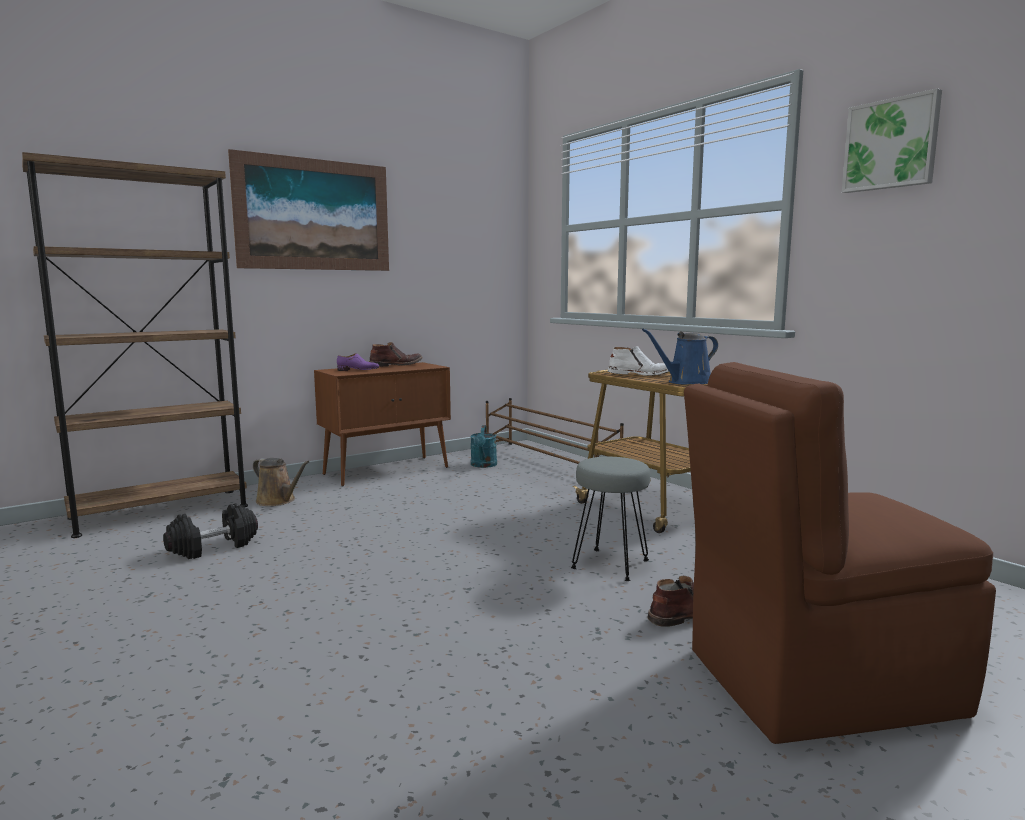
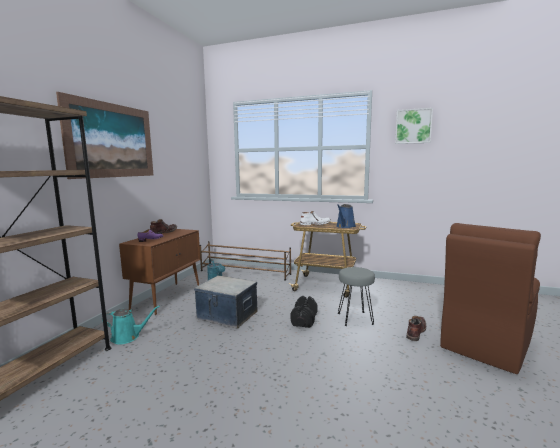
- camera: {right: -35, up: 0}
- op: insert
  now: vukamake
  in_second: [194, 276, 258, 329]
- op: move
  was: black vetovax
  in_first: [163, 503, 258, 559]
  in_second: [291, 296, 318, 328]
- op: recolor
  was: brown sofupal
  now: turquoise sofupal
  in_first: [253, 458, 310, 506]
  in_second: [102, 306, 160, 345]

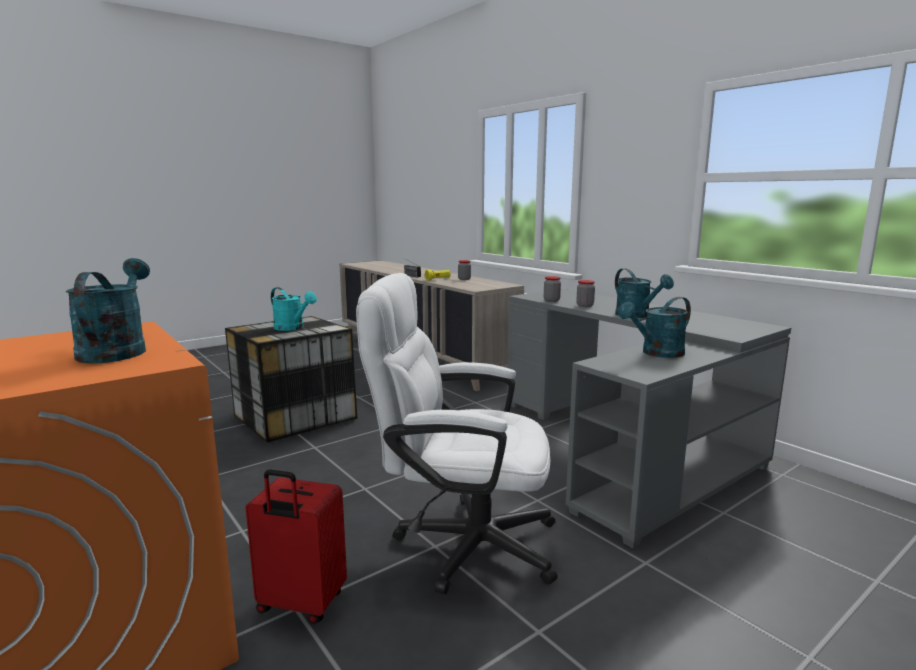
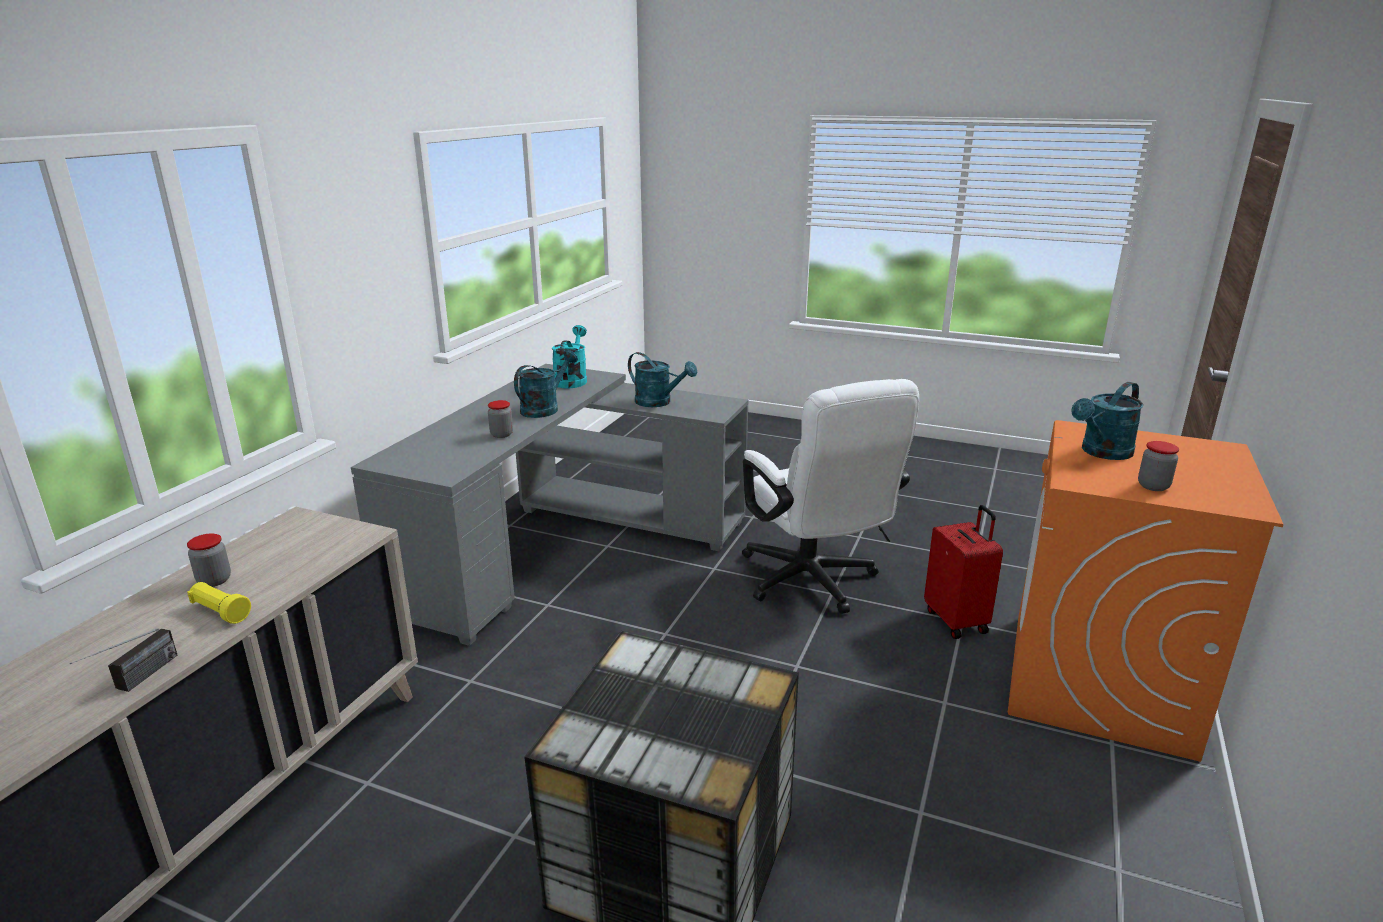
- camera: {right: -120, up: 10}
- op: move
  was: turquoise sofupal
  in_first: [271, 287, 317, 331]
  in_second: [552, 325, 587, 389]
- op: move
  was: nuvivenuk
  in_first: [544, 276, 561, 302]
  in_second: [1138, 441, 1179, 491]

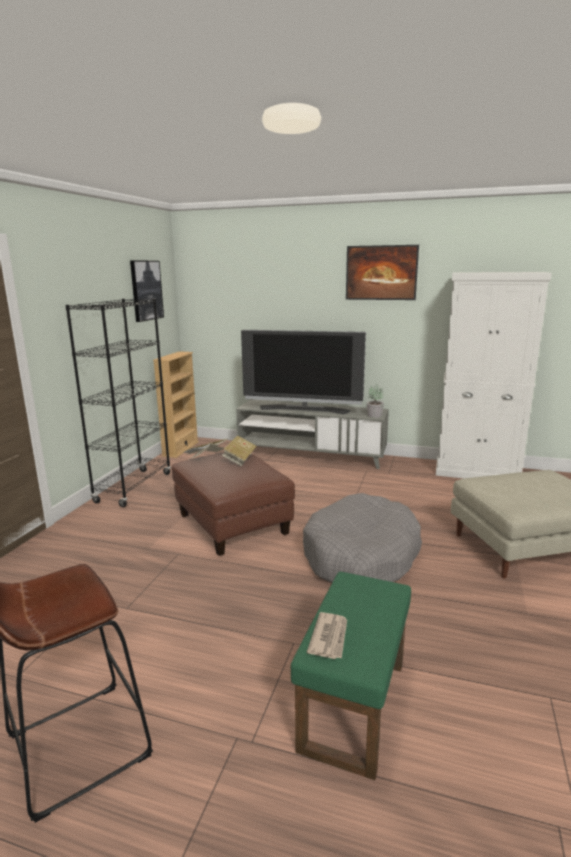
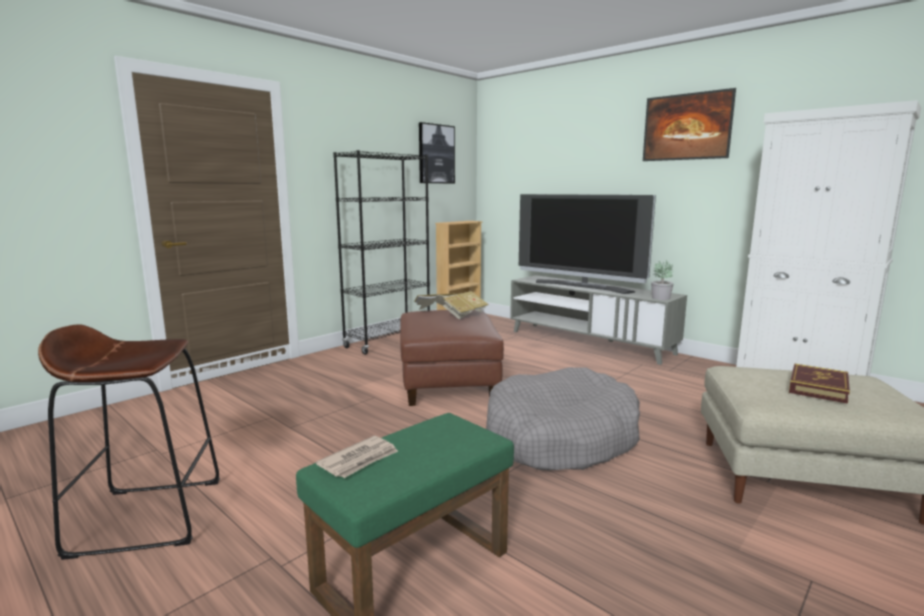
- camera: {right: 25, up: -5}
- op: insert
  now: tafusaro
  in_second: [789, 364, 850, 404]

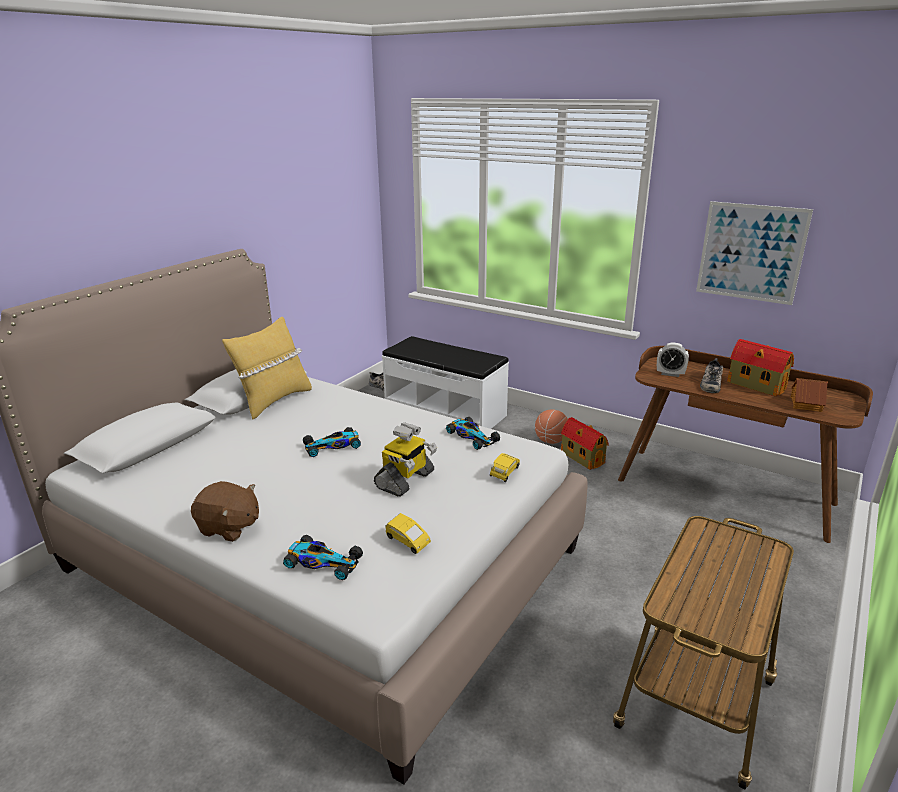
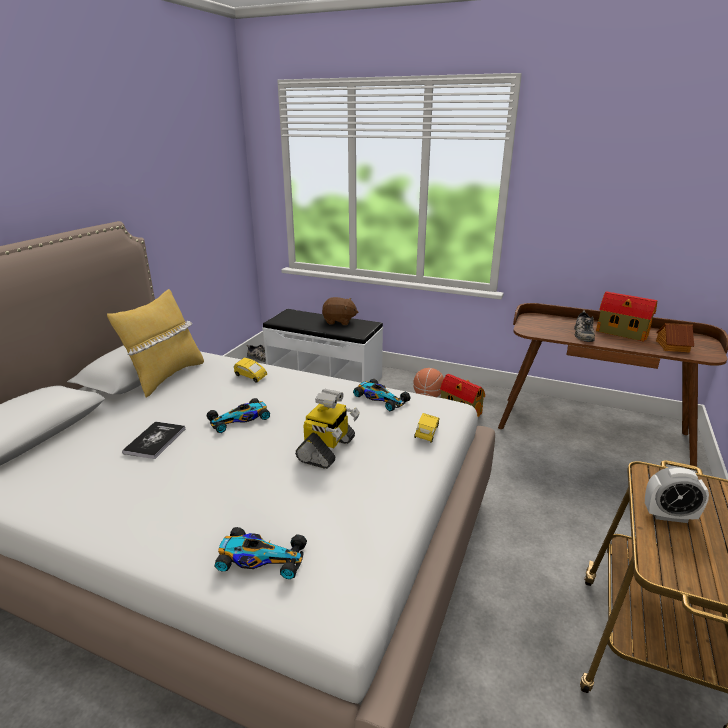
- camera: {right: -10, up: 0}
- op: delete
  was: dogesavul
  in_first: [696, 201, 813, 305]
- op: insert
  now: tafusaro
  in_second: [122, 421, 185, 459]
- op: move
  was: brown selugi
  in_first: [191, 481, 259, 542]
  in_second: [322, 297, 358, 325]
- op: move
  was: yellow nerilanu
  in_first: [385, 513, 431, 554]
  in_second: [234, 358, 267, 383]
- op: move
  was: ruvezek
  in_first: [657, 342, 689, 377]
  in_second: [645, 467, 709, 523]

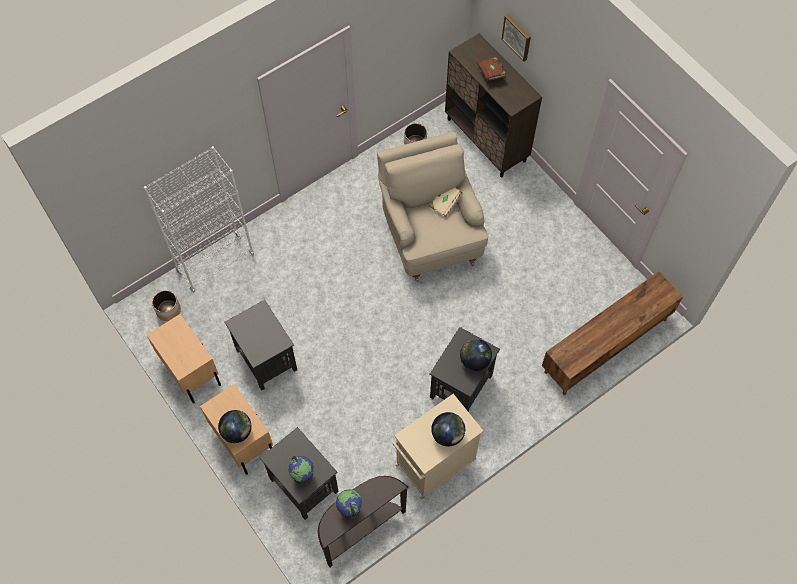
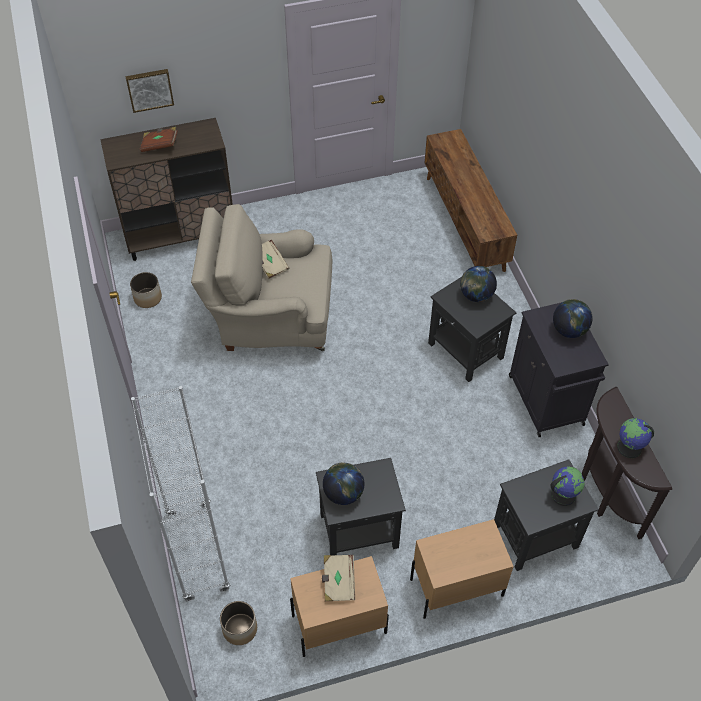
- camera: {right: -70, up: -10}
- op: insert
  now: beige tafusaro
  in_second: [322, 555, 355, 601]
- op: move
  was: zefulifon
  in_first: [218, 410, 252, 443]
  in_second: [323, 463, 365, 505]
- op: recolor
  was: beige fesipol
  now: black fesipol
  in_first: [393, 394, 484, 499]
  in_second: [509, 302, 609, 437]

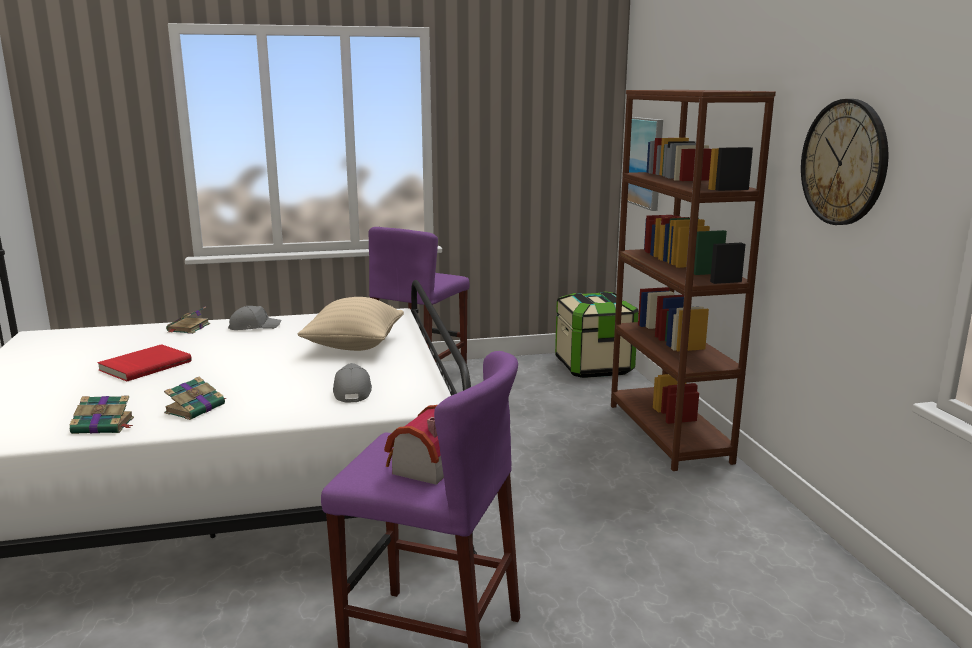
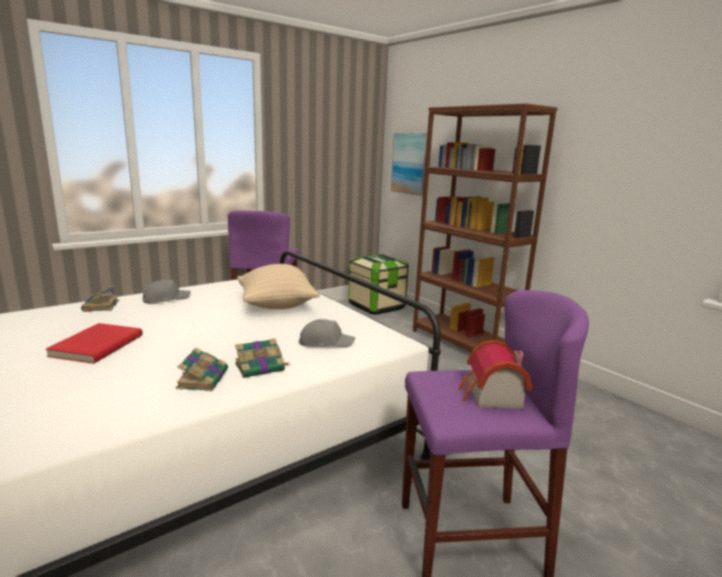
- camera: {right: -25, up: 0}
- op: delete
  was: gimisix
  in_first: [801, 99, 888, 225]
- op: move
  was: tafusaro
  in_first: [69, 396, 134, 434]
  in_second: [235, 338, 290, 378]
- op: rotate
  was: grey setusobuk
  in_first: [333, 363, 372, 402]
  in_second: [299, 319, 356, 347]
  clockwise: 120

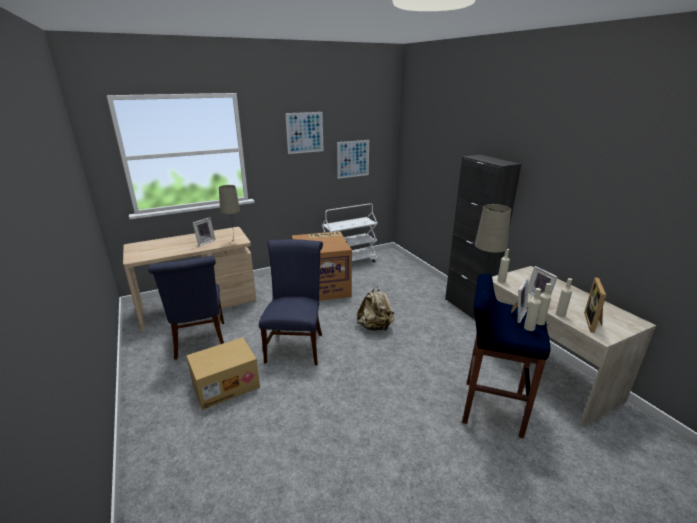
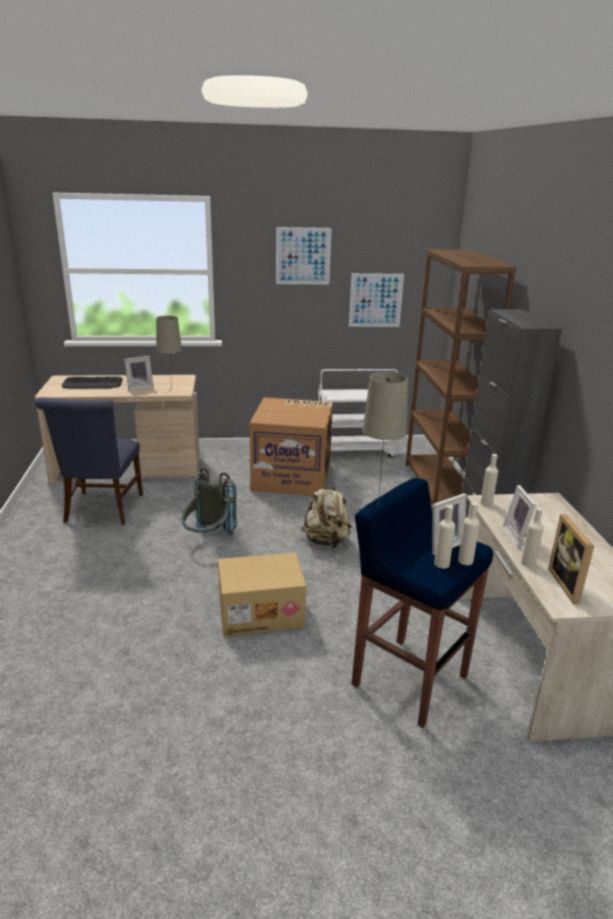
- camera: {right: 20, up: 0}
- op: insert
  now: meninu
  in_second: [62, 376, 123, 389]
- op: insert
  now: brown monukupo
  in_second: [406, 249, 516, 504]
- op: move
  was: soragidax
  in_first: [186, 337, 260, 410]
  in_second: [218, 552, 306, 637]
- op: replace
  was: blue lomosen
  now: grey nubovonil
  in_first: [259, 239, 323, 365]
  in_second: [182, 468, 237, 537]
- op: rotate
  was: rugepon
  in_first: [584, 277, 606, 333]
  in_second: [548, 514, 594, 604]
  clockwise: -45

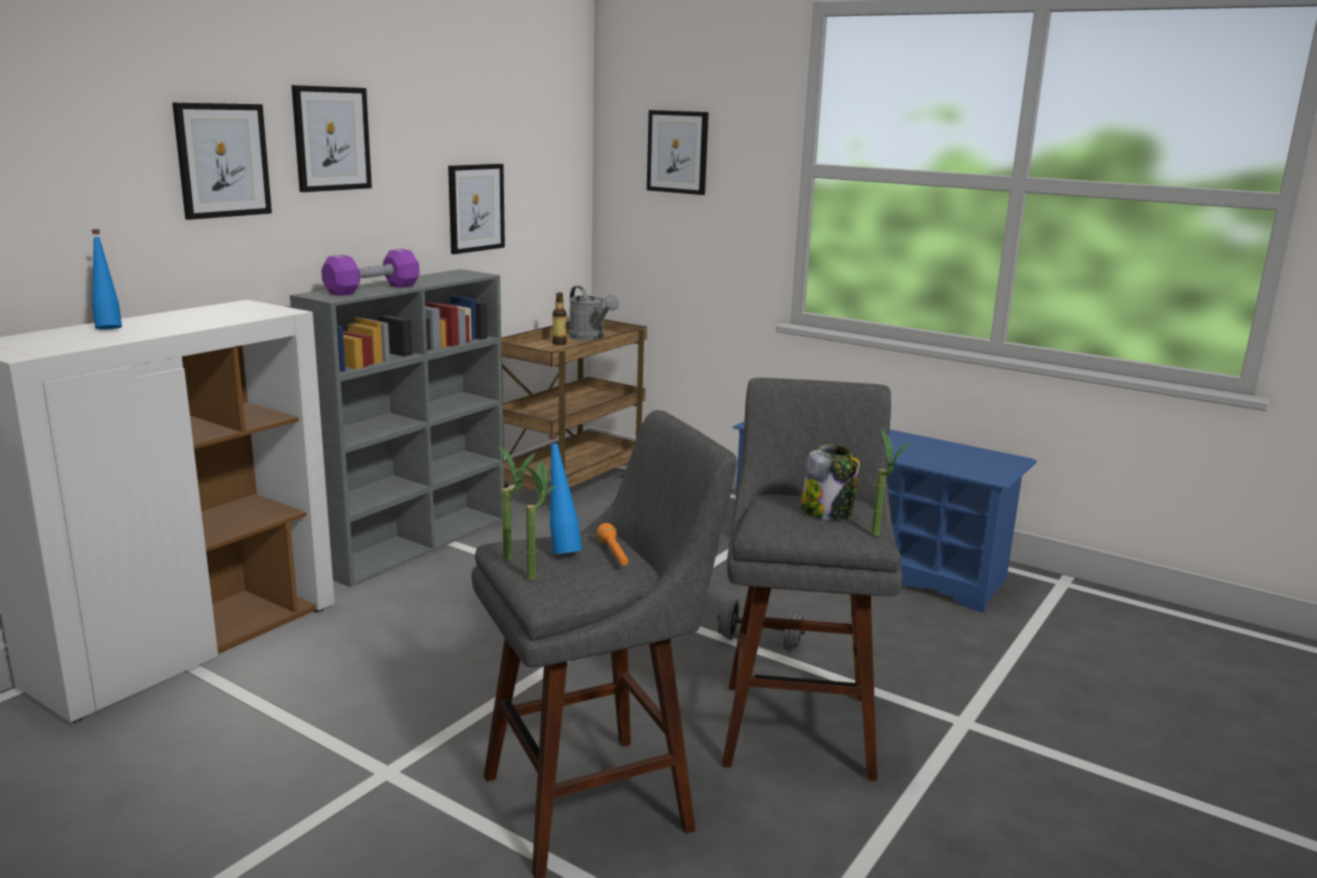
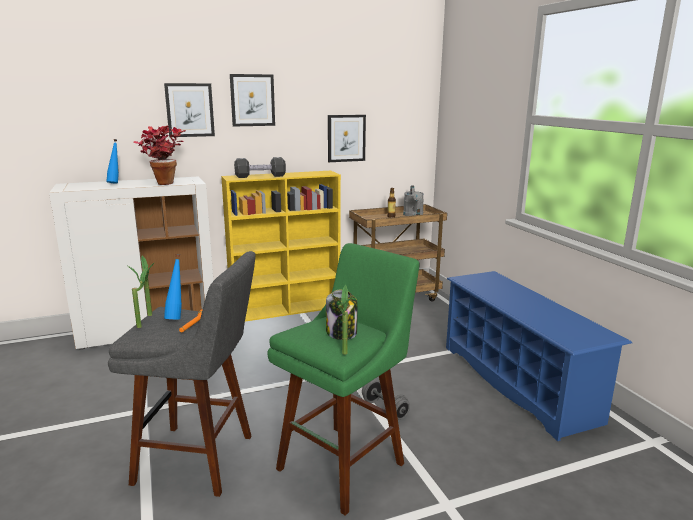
- camera: {right: 35, up: 0}
- op: delete
  was: dogesavul
  in_first: [647, 110, 709, 195]
- op: insert
  now: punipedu
  in_second: [134, 126, 186, 185]
- op: recolor
  was: grey monukupo
  now: yellow monukupo
  in_first: [290, 269, 504, 588]
  in_second: [221, 171, 341, 322]
- op: recolor
  was: purple vetovax
  now: black vetovax
  in_first: [321, 249, 419, 296]
  in_second: [234, 157, 286, 178]
- op: recolor
  was: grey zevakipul
  now: green zevakipul
  in_first: [722, 378, 903, 781]
  in_second: [267, 243, 420, 516]

